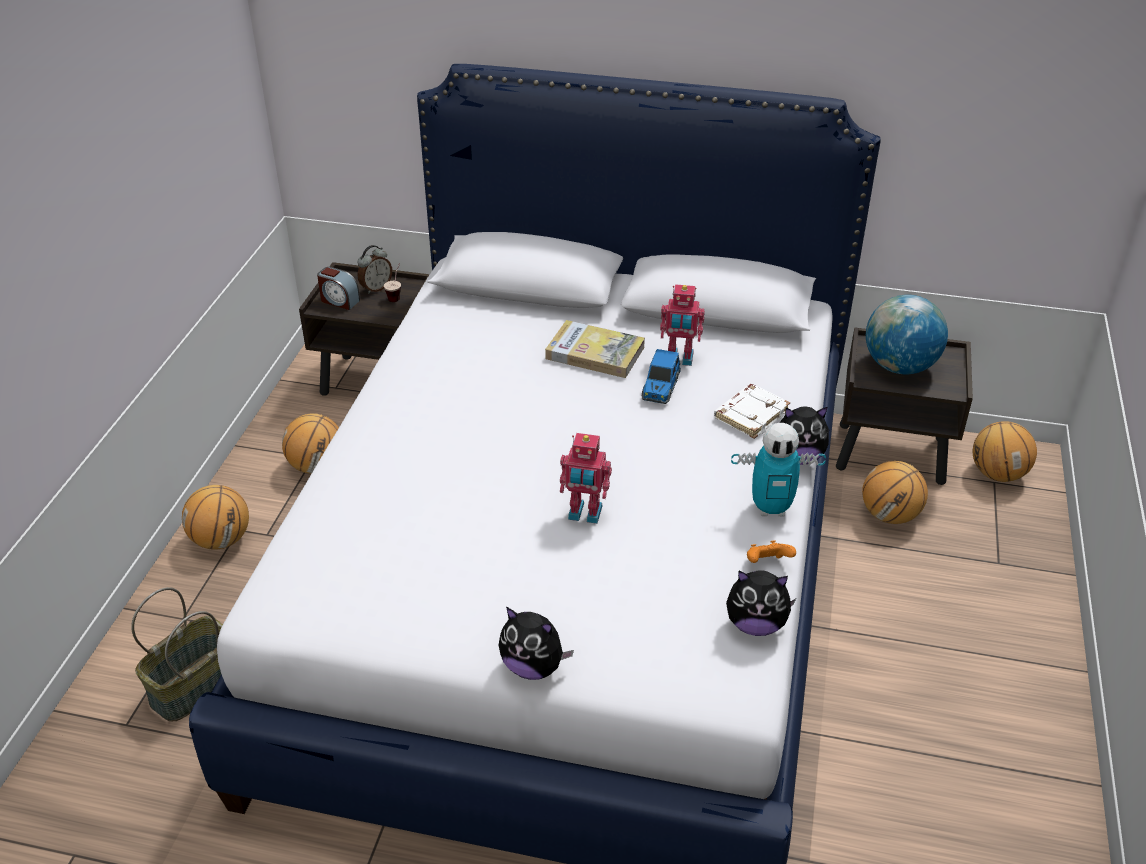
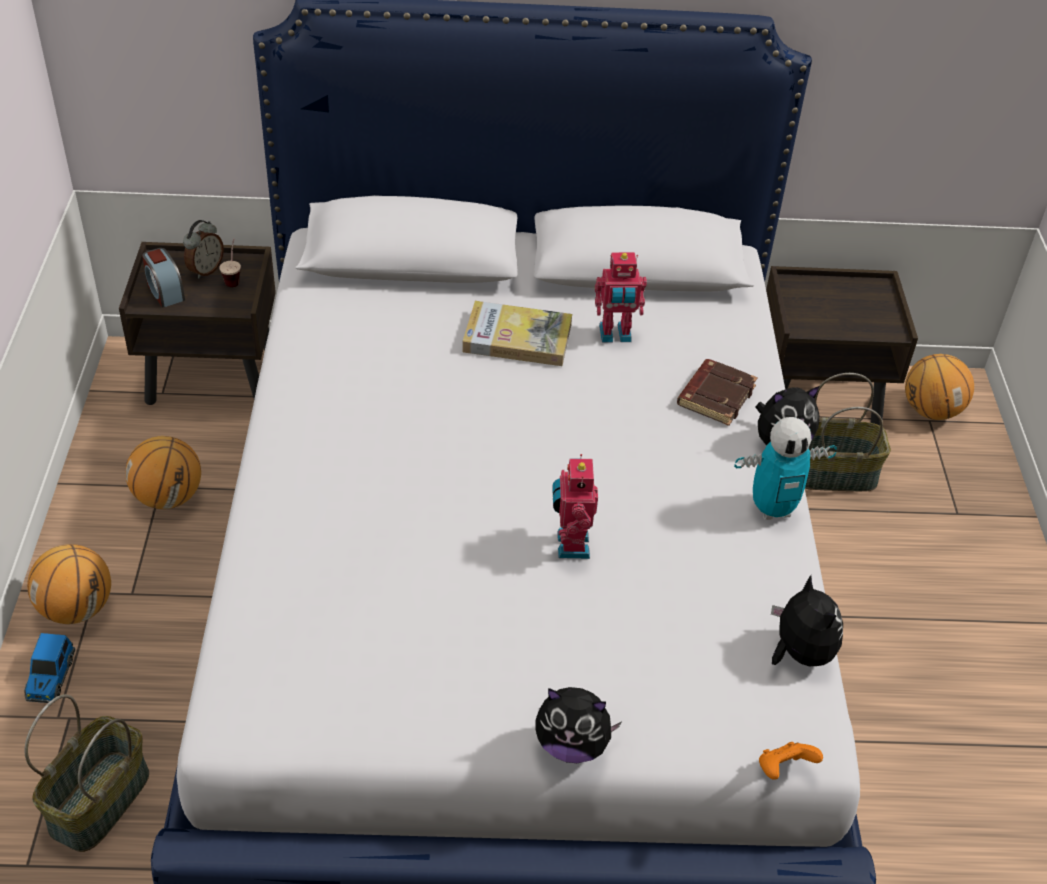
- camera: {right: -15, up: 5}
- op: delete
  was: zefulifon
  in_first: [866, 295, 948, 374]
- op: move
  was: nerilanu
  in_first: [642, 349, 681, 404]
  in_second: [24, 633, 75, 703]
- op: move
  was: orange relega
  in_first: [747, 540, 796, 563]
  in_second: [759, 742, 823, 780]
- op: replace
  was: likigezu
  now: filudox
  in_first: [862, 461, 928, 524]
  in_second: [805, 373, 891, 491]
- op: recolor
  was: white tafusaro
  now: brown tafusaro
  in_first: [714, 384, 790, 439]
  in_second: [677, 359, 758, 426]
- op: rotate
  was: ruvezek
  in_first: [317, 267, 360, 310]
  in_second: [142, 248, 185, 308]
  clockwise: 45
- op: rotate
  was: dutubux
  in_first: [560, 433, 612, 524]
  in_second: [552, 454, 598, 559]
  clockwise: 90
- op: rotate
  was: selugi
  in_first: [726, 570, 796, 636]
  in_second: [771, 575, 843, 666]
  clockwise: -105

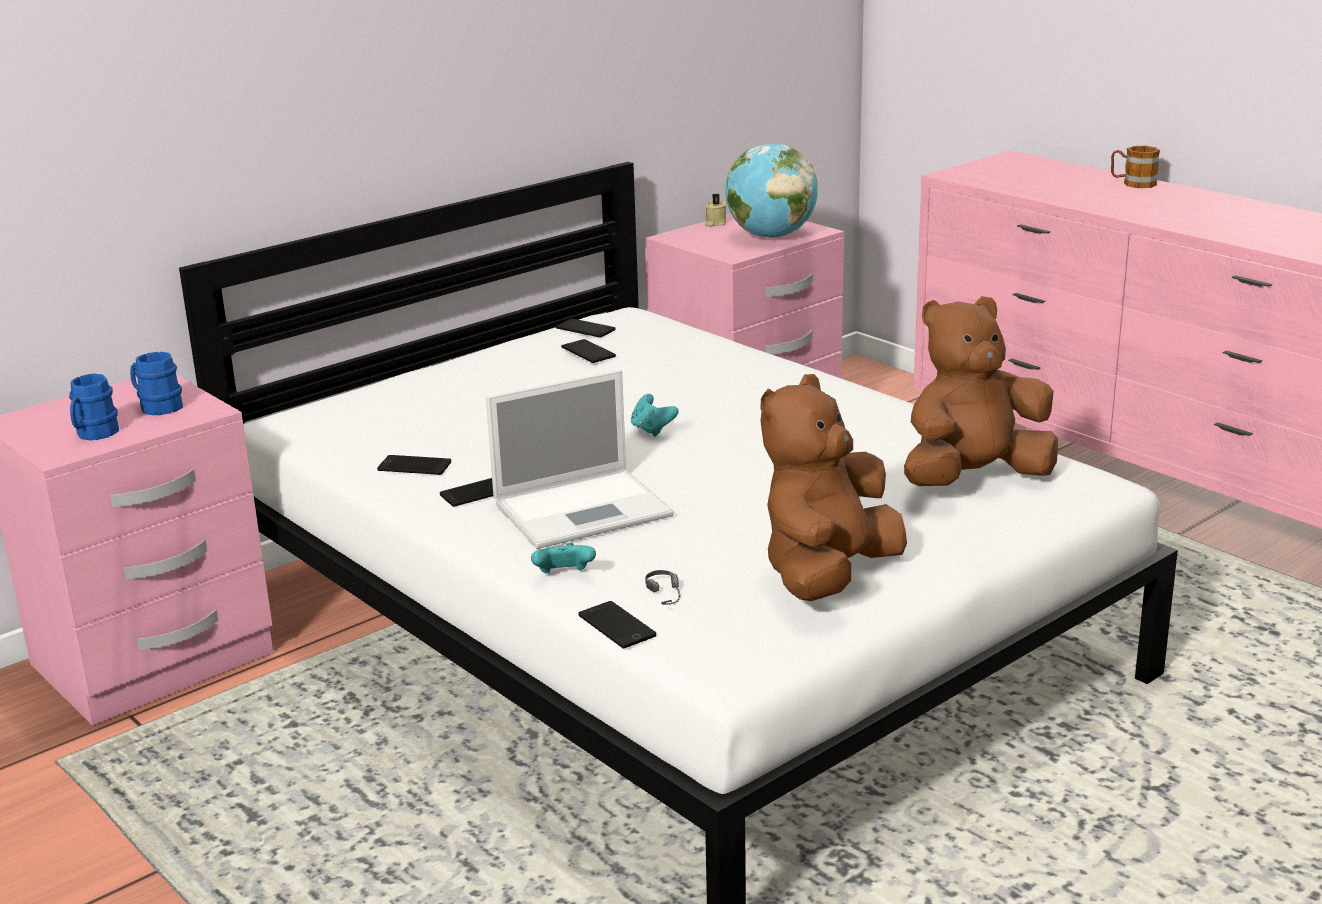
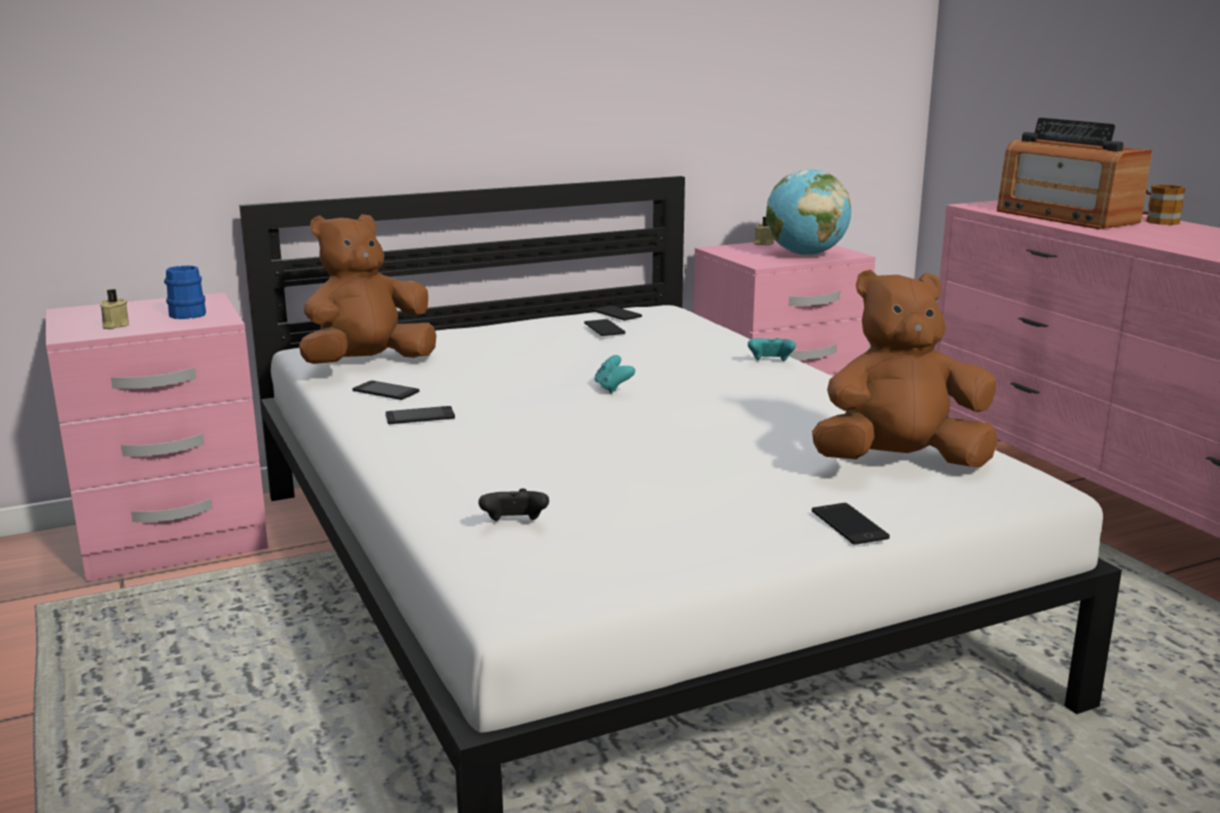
- camera: {right: 15, up: -5}
- op: delete
  was: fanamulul
  in_first: [486, 370, 674, 549]
- op: insert
  now: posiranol
  in_second: [997, 118, 1152, 229]
- op: move
  was: turquoise relega
  in_first: [531, 542, 596, 573]
  in_second: [748, 338, 796, 361]
- op: move
  was: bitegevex
  in_first: [578, 601, 656, 648]
  in_second: [812, 503, 890, 545]
- op: move
  was: brown selugi
  in_first: [760, 374, 907, 601]
  in_second: [299, 214, 436, 364]
- op: replace
  was: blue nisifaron
  now: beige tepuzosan
  in_first: [69, 374, 119, 441]
  in_second: [100, 289, 129, 329]
- op: replace
  was: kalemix
  now: black relega
  in_first: [645, 570, 681, 605]
  in_second: [479, 488, 549, 521]

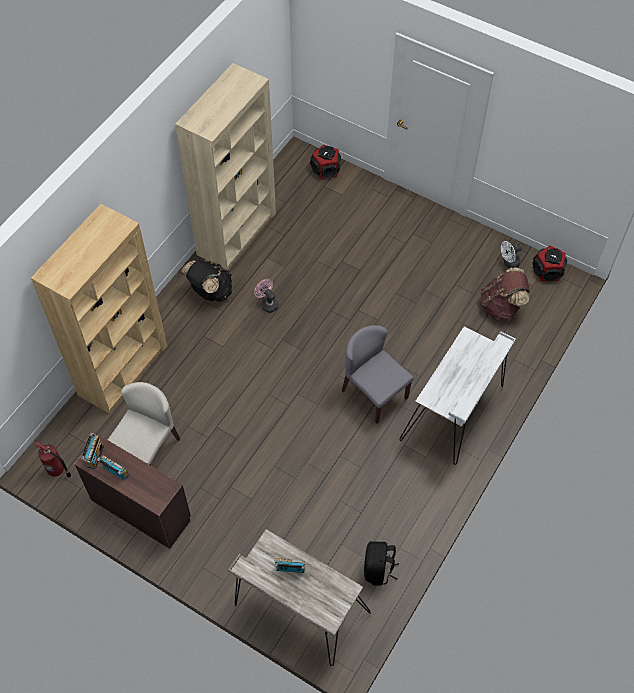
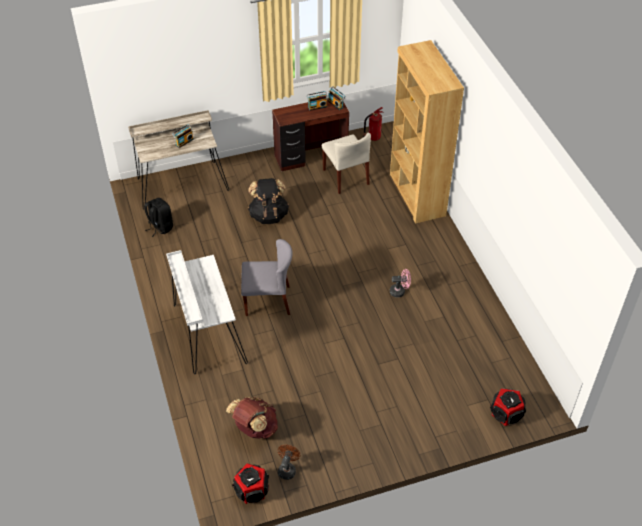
- camera: {right: 130, up: -10}
- op: delete
  was: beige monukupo
  in_first: [175, 63, 276, 270]
- op: move
  was: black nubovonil
  in_first: [181, 260, 232, 302]
  in_second: [248, 178, 289, 224]
- op: recolor
  was: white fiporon
  now: brown fiporon
  in_first: [501, 241, 522, 268]
  in_second: [278, 445, 300, 480]

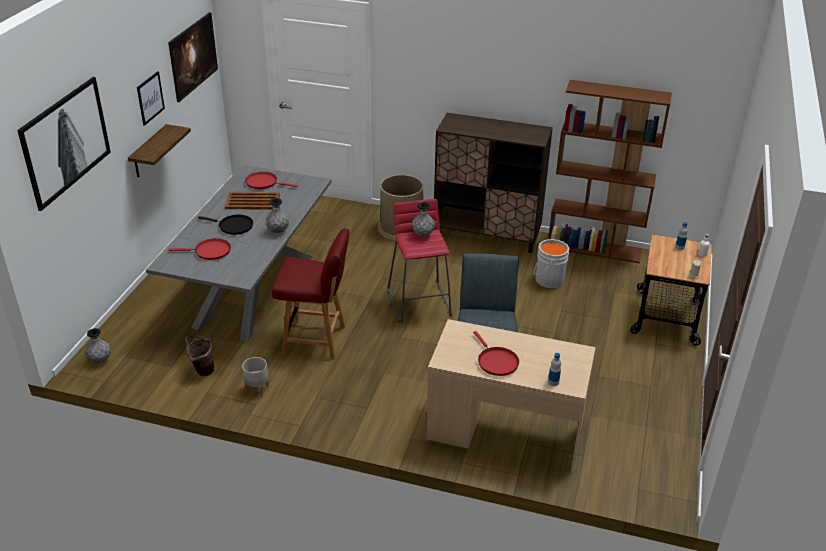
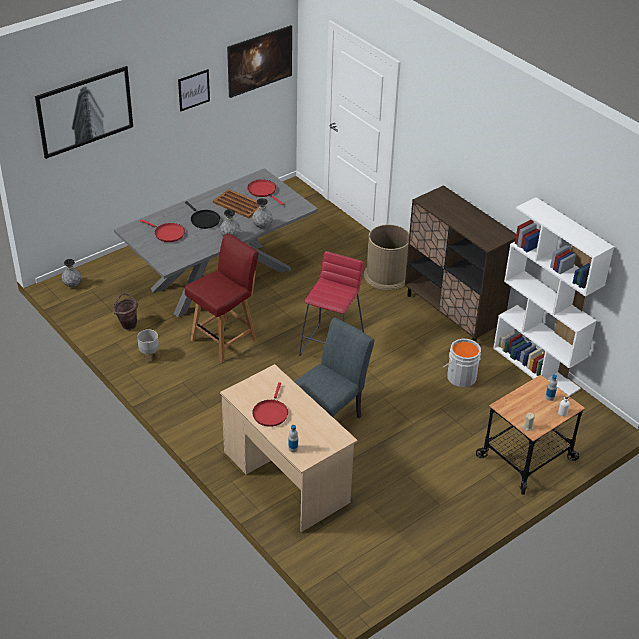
- camera: {right: 35, up: 5}
- op: delete
  was: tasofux
  in_first: [128, 124, 191, 177]
- op: move
  was: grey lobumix
  in_first: [412, 202, 435, 237]
  in_second: [252, 198, 273, 228]
- op: recolor
  was: brown monukupo
  now: white monukupo
  in_first: [548, 80, 672, 263]
  in_second: [493, 197, 614, 396]
- op: rotate
  was: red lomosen
  in_first: [272, 228, 350, 360]
  in_second: [185, 233, 259, 362]
  clockwise: -90

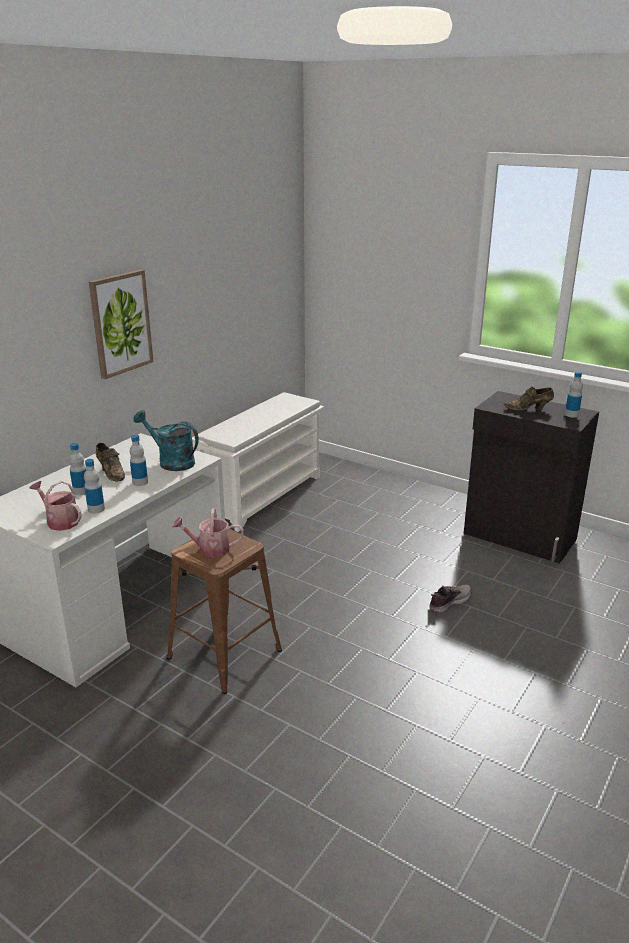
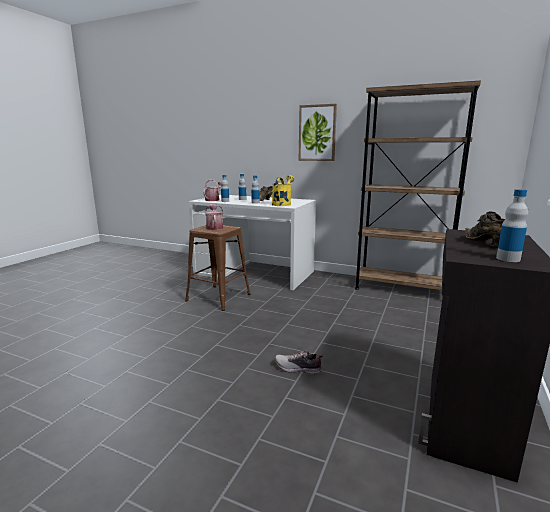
- camera: {right: 80, up: -10}
- op: replace
  was: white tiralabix
  now: brown monukupo
  in_first: [192, 392, 324, 532]
  in_second: [355, 80, 481, 290]
- op: recolor
  was: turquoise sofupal
  now: yellow sofupal
  in_first: [133, 410, 199, 471]
  in_second: [272, 175, 294, 206]
- op: rotate
  was: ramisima
  in_first: [430, 584, 472, 613]
  in_second: [275, 351, 323, 374]
  clockwise: 150

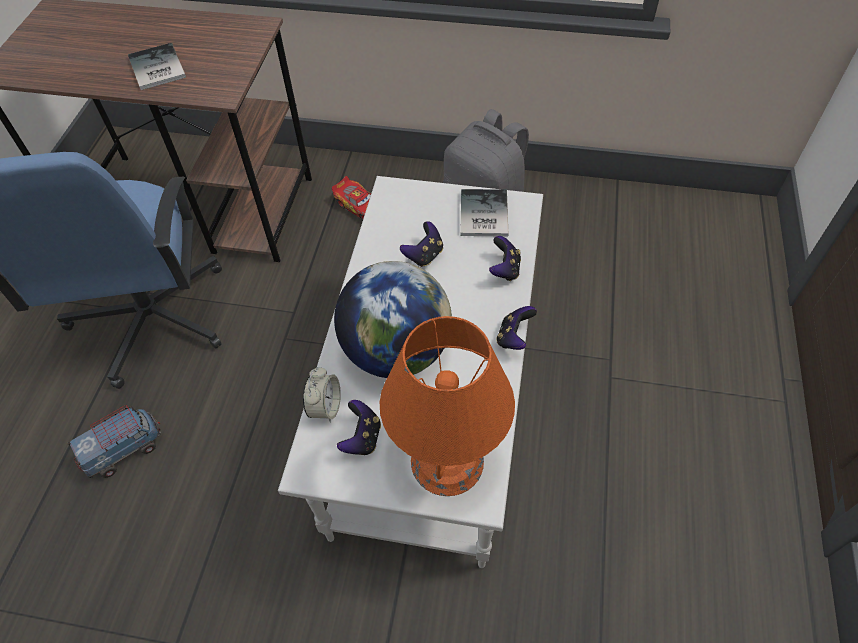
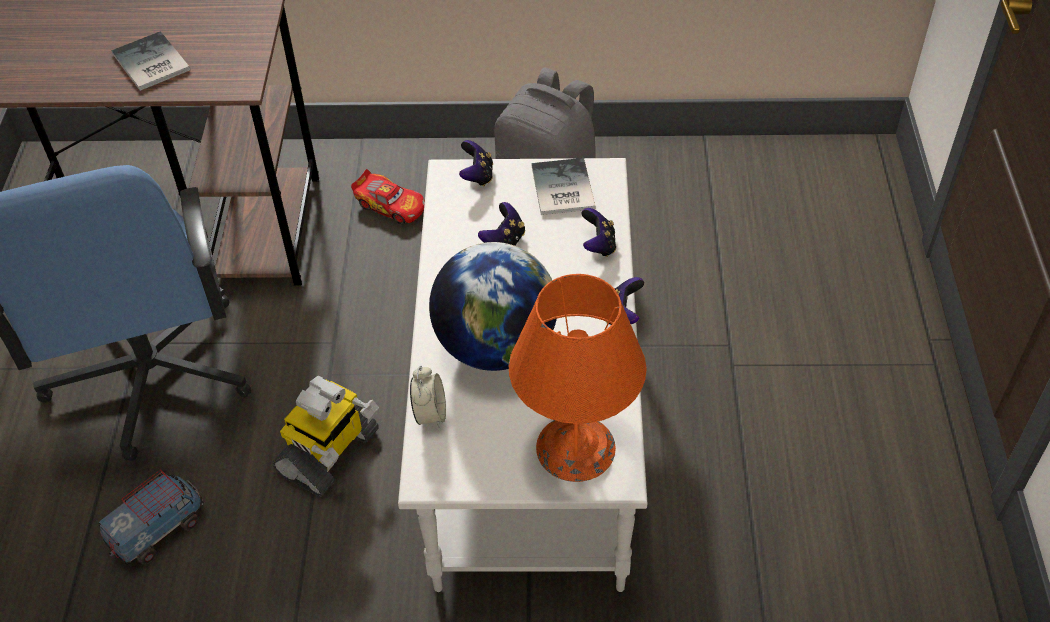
- camera: {right: -10, up: -5}
- op: insert
  now: dutubux
  in_second: [272, 376, 379, 497]
- op: move
  was: relega
  in_first: [337, 400, 381, 455]
  in_second: [459, 140, 493, 186]

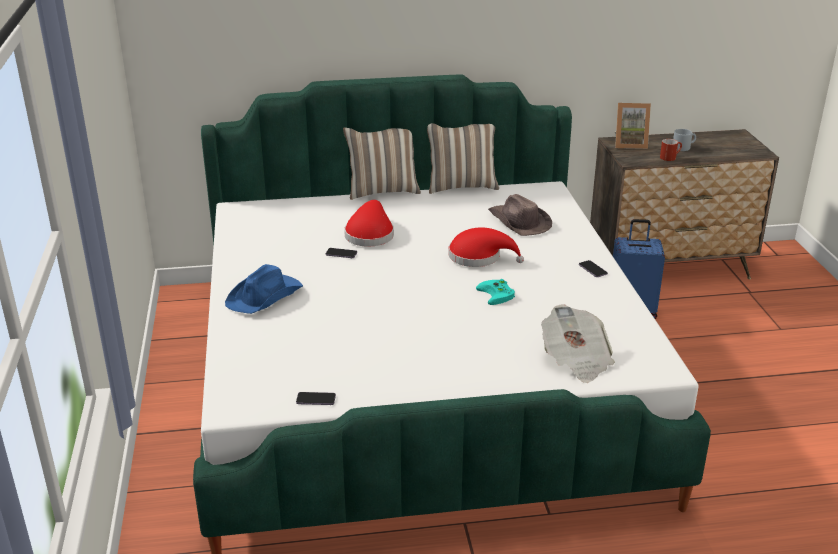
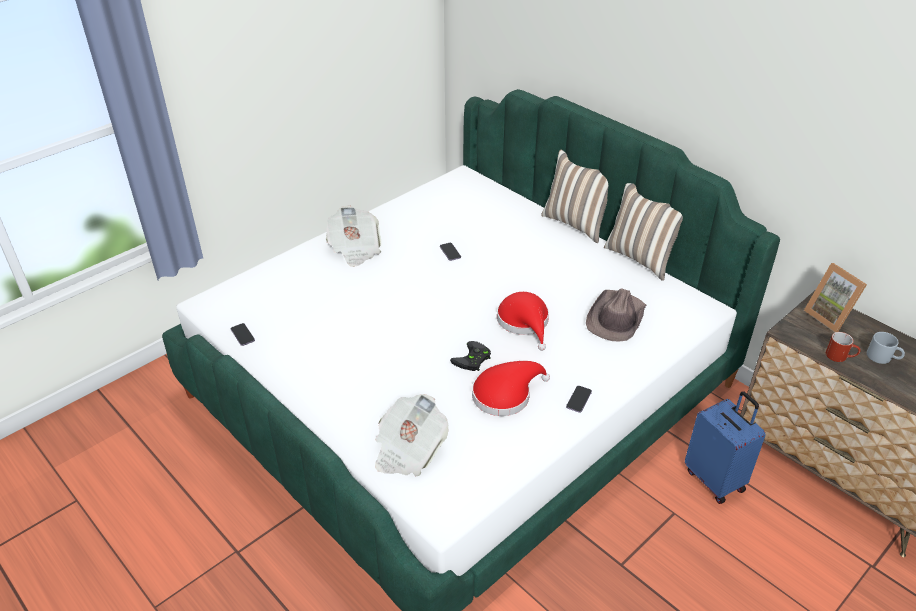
- camera: {right: 55, up: 10}
- op: move
  was: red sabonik
  in_first: [344, 200, 394, 246]
  in_second: [472, 361, 550, 416]
- op: replace
  was: blue sabonik
  now: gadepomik
  in_first: [225, 264, 303, 314]
  in_second: [326, 206, 381, 267]
- op: recolor
  was: turquoise relega
  now: black relega
  in_first: [476, 279, 515, 305]
  in_second: [450, 341, 491, 371]

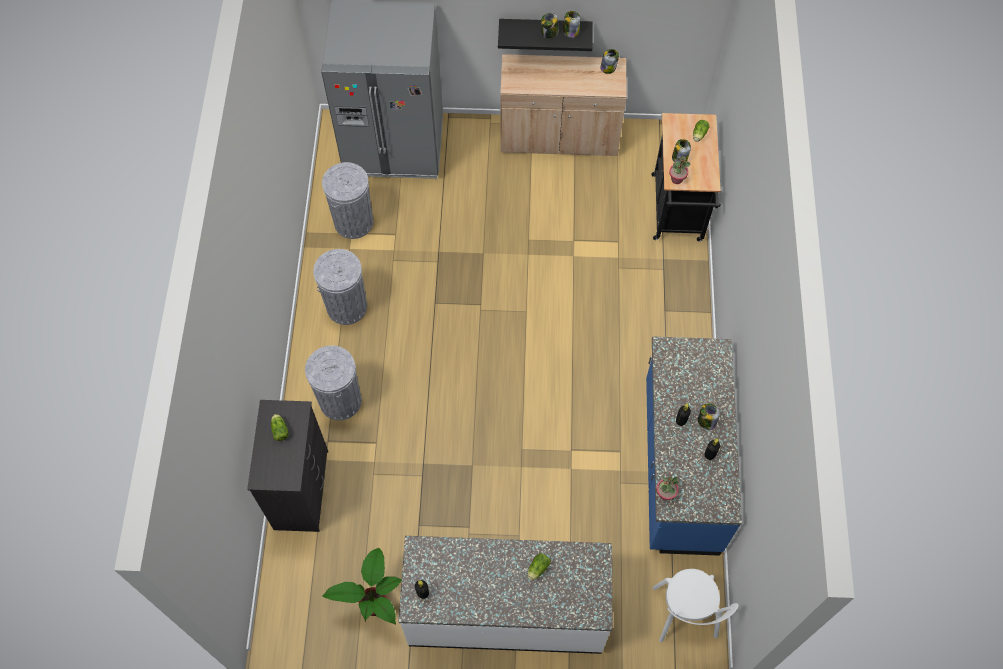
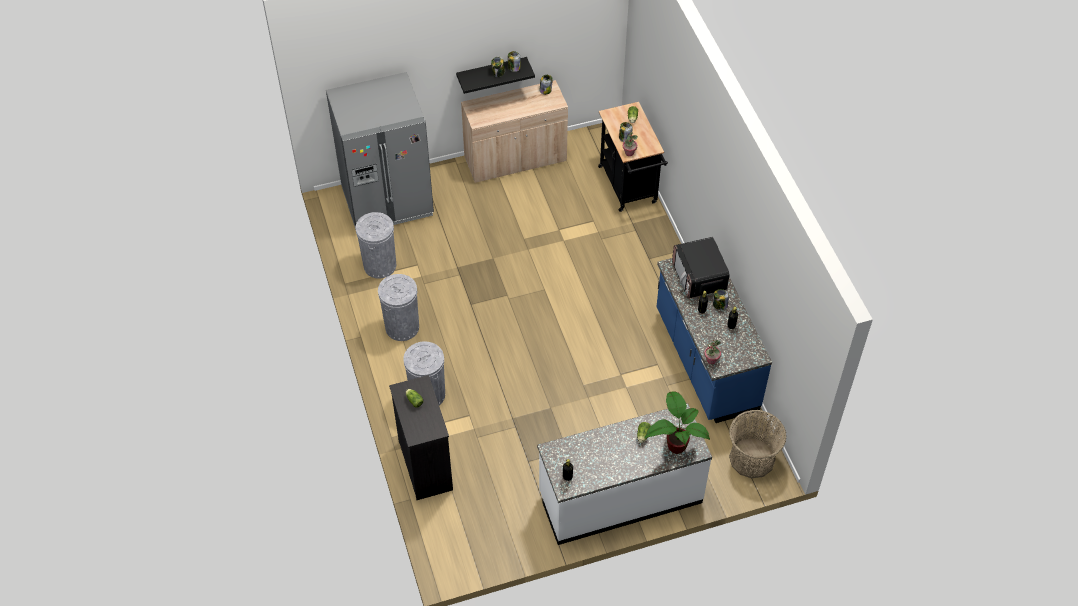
- camera: {right: -20, up: -10}
- op: insert
  now: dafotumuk
  in_second: [672, 237, 730, 298]
- op: move
  was: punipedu
  in_first: [322, 548, 402, 624]
  in_second: [645, 391, 710, 454]
- op: replace
  was: white lomosen
  now: filudox
  in_first: [653, 569, 739, 642]
  in_second: [729, 410, 786, 478]

